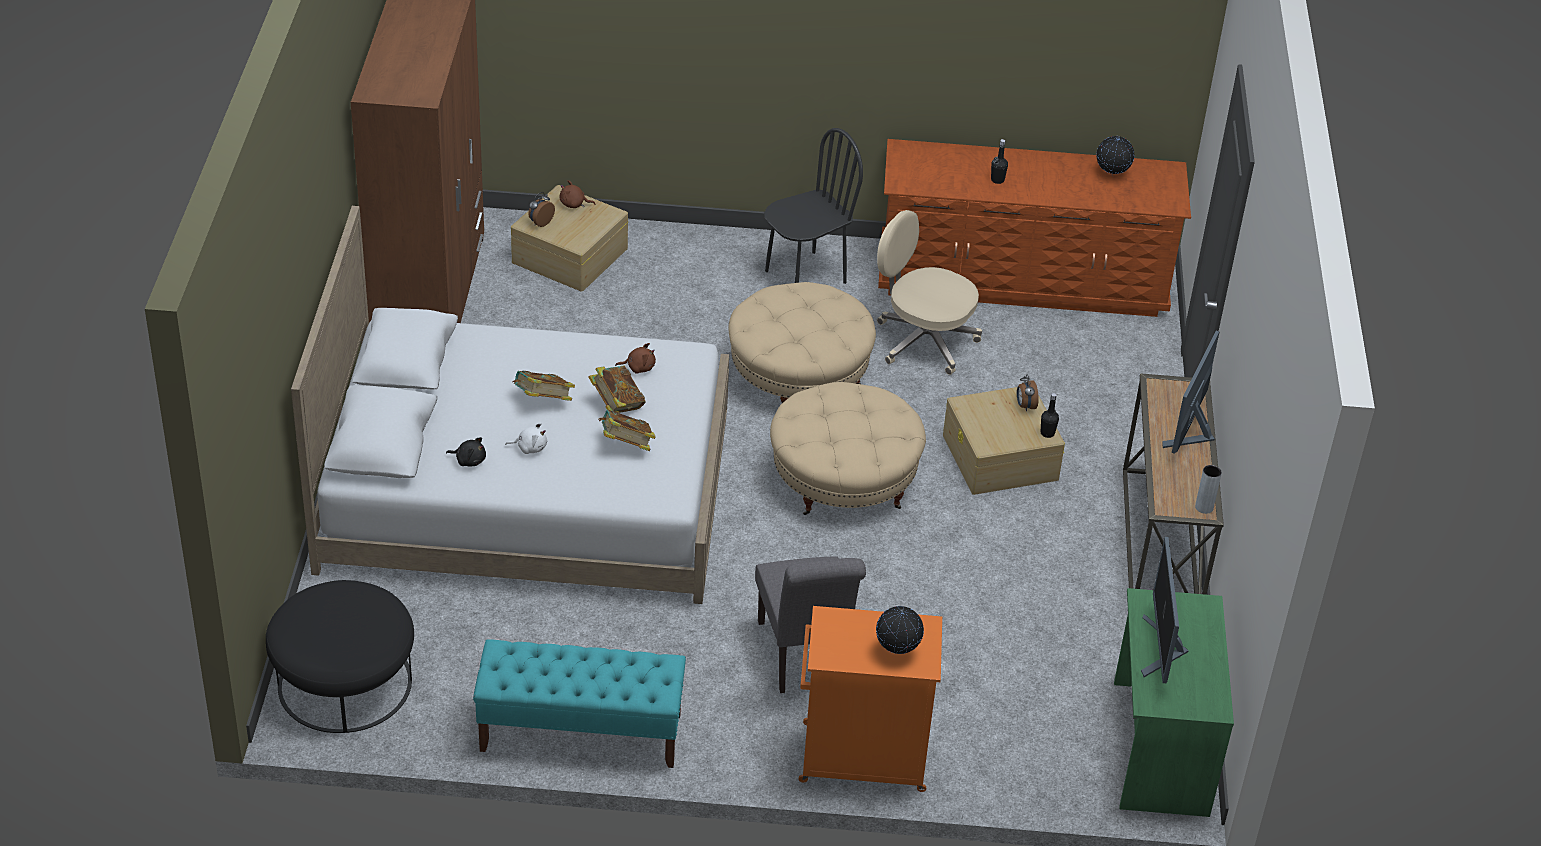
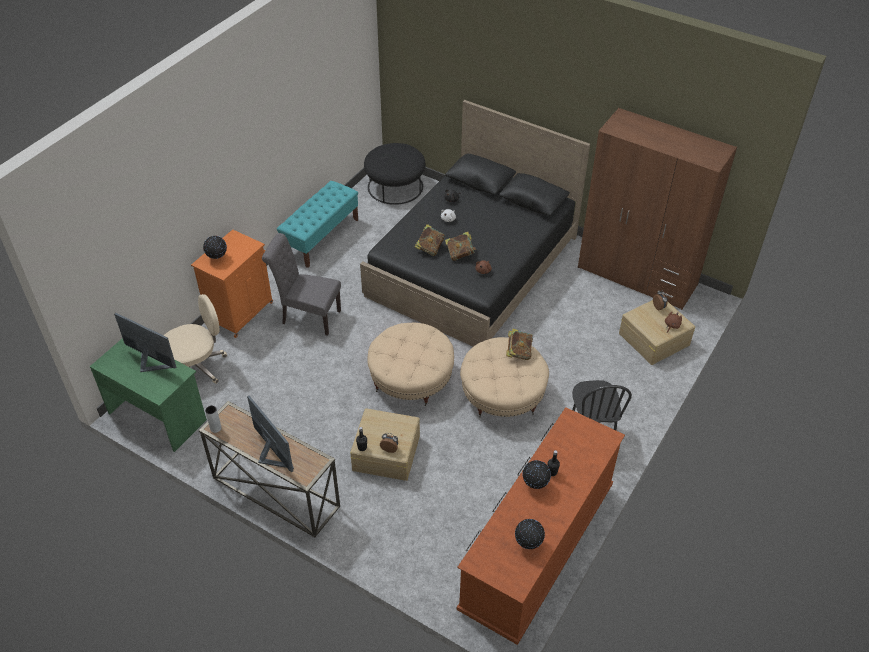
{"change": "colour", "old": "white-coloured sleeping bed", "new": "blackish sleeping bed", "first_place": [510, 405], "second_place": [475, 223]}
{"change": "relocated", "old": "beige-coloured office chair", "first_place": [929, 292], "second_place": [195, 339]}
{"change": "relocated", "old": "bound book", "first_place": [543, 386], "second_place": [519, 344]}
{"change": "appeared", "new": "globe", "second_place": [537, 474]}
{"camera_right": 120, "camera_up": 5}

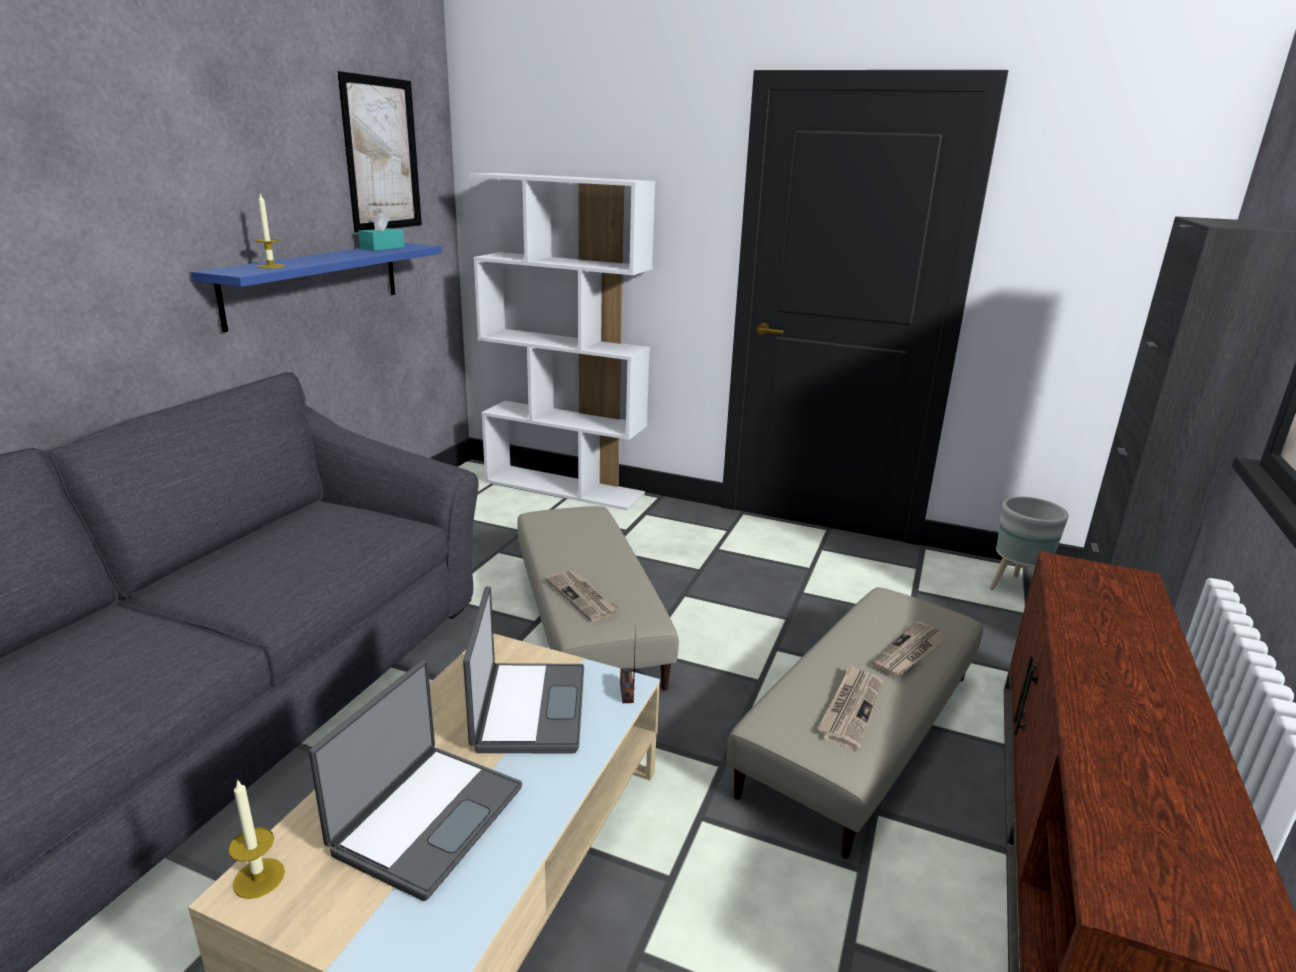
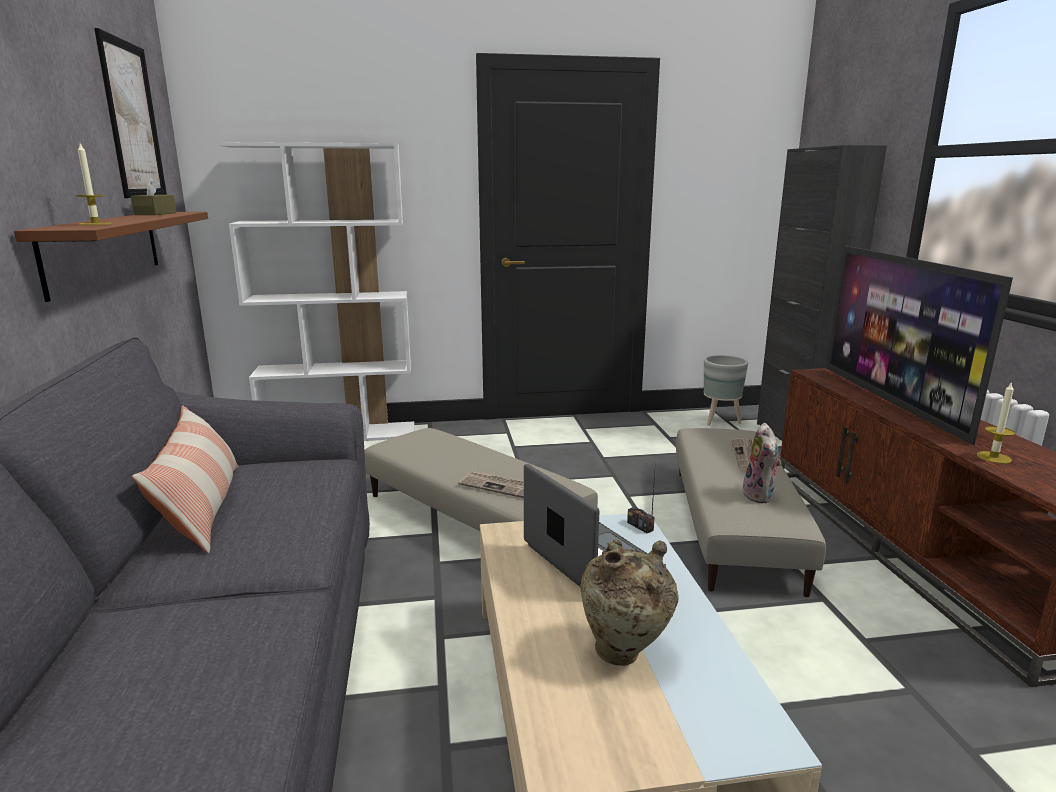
{"change": "colour", "old": "turquoise-coloured tissue holder", "new": "brownish tissue holder", "first_place": [381, 232], "second_place": [154, 196]}
{"change": "colour", "old": "blue-coloured wall shelf", "new": "brownish wall shelf", "first_place": [316, 287], "second_place": [111, 257]}
{"change": "exchanged", "old": "laptop", "new": "beige-coloured decorative vase", "first_place": [415, 780], "second_place": [629, 602]}
{"change": "exchanged", "old": "daily paper", "new": "cuddly toy", "first_place": [850, 707], "second_place": [762, 463]}
{"change": "relocated", "old": "wax candle", "first_place": [256, 839], "second_place": [996, 422]}
{"change": "appeared", "new": "TV set", "second_place": [919, 345]}
{"change": "appeared", "new": "cushion", "second_place": [185, 480]}
{"camera_right": -30, "camera_up": -5}

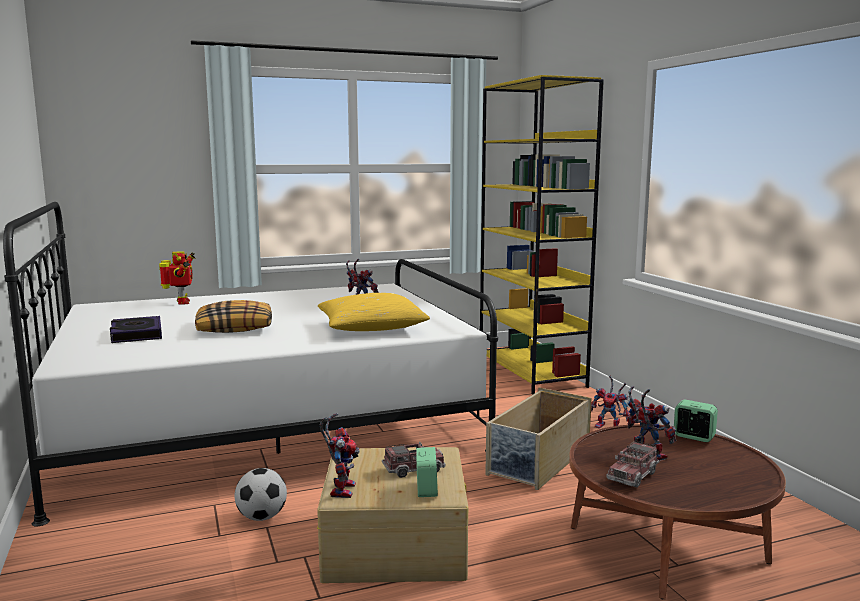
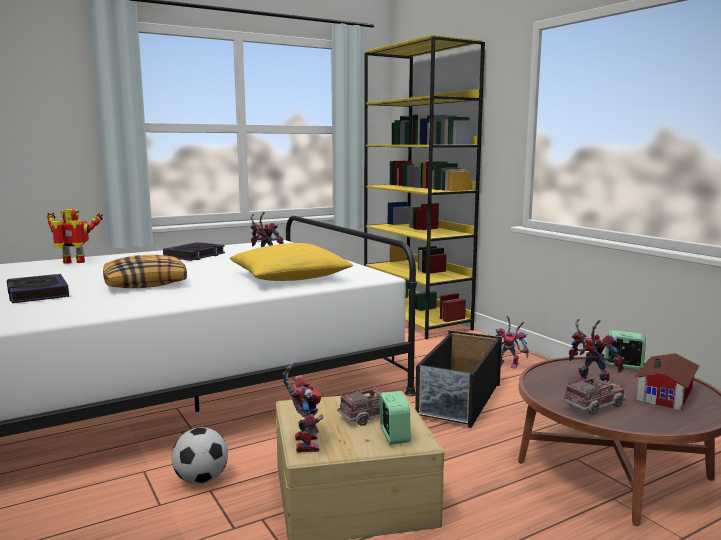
{"change": "spun", "old": "toy robot", "first_place": [177, 278], "second_place": [75, 236], "degrees": -75}
{"change": "colour", "old": "beige-coloured storage container", "new": "blackish storage container", "first_place": [538, 438], "second_place": [458, 379]}
{"change": "spun", "old": "model truck", "first_place": [632, 464], "second_place": [594, 395], "degrees": -150}
{"change": "appeared", "new": "bound book", "second_place": [194, 251]}
{"change": "appeared", "new": "model house", "second_place": [667, 381]}
{"camera_right": -10, "camera_up": 0}

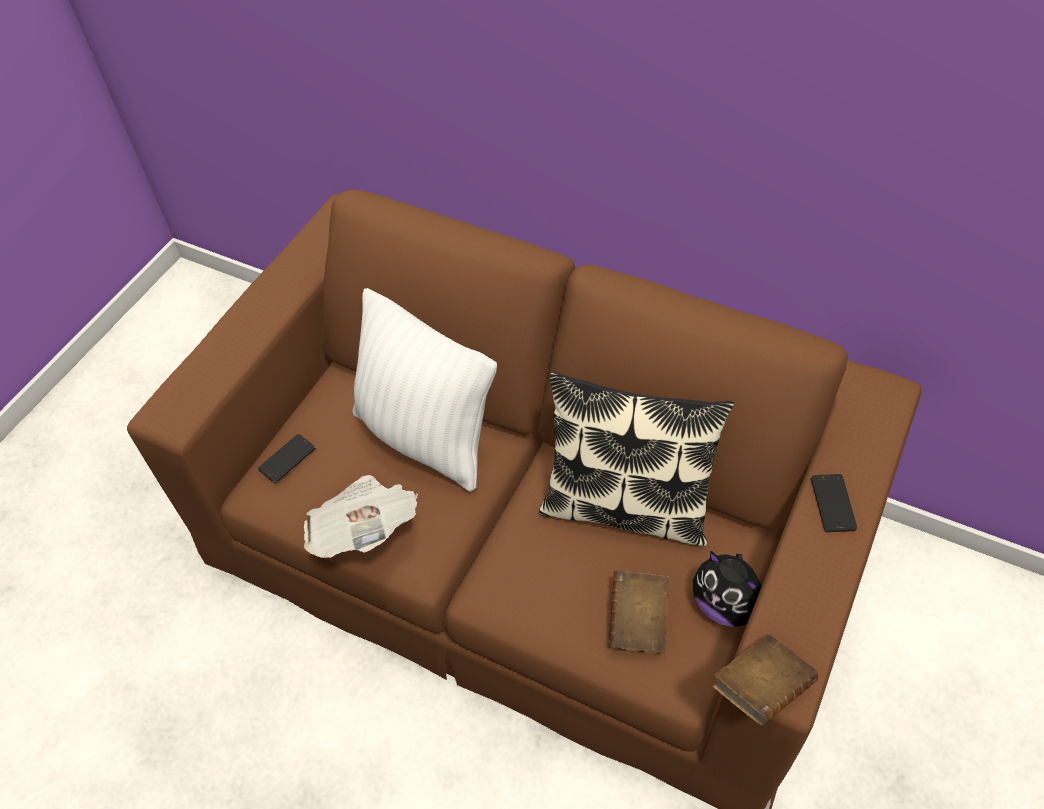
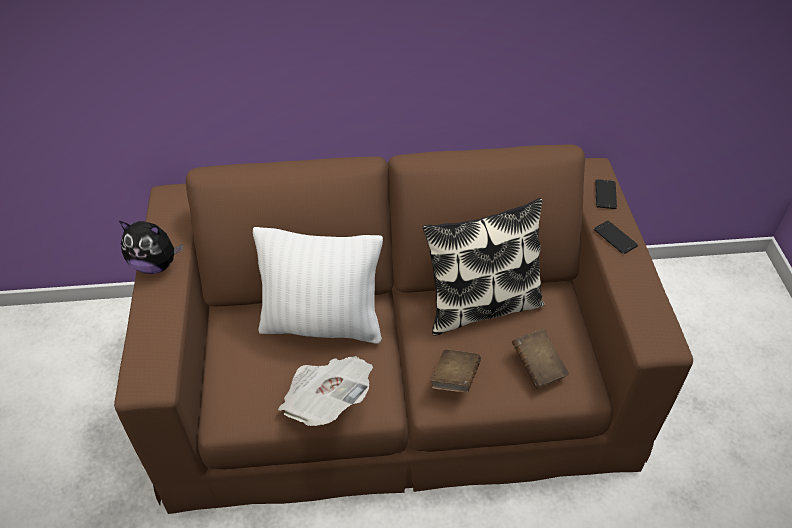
{"change": "relocated", "old": "handset", "first_place": [286, 458], "second_place": [606, 194]}
{"change": "relocated", "old": "cuddly toy", "first_place": [727, 589], "second_place": [151, 247]}
{"change": "relocated", "old": "brownish bound book", "first_place": [765, 680], "second_place": [455, 370]}
{"camera_right": -35, "camera_up": -5}

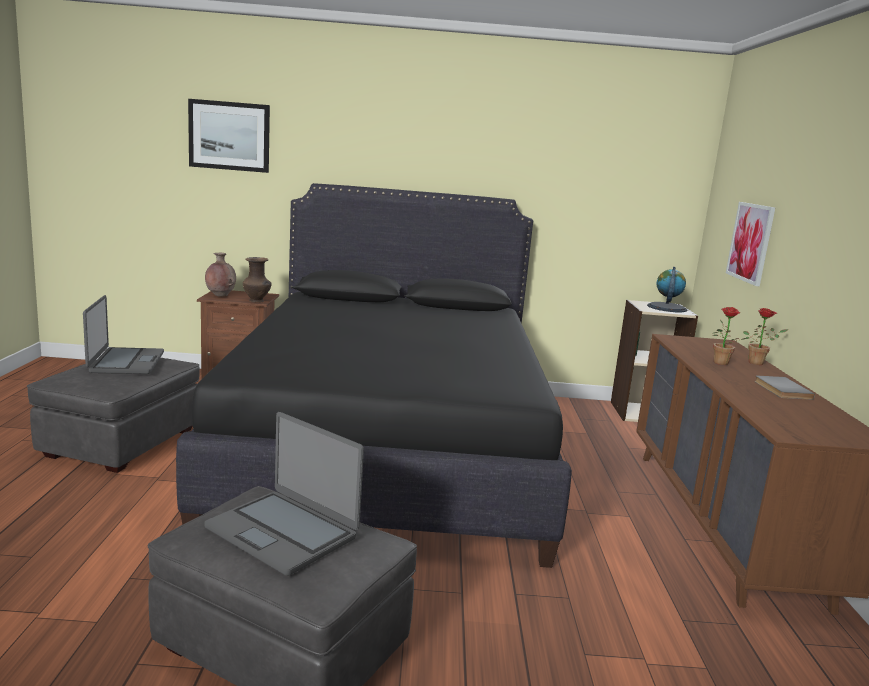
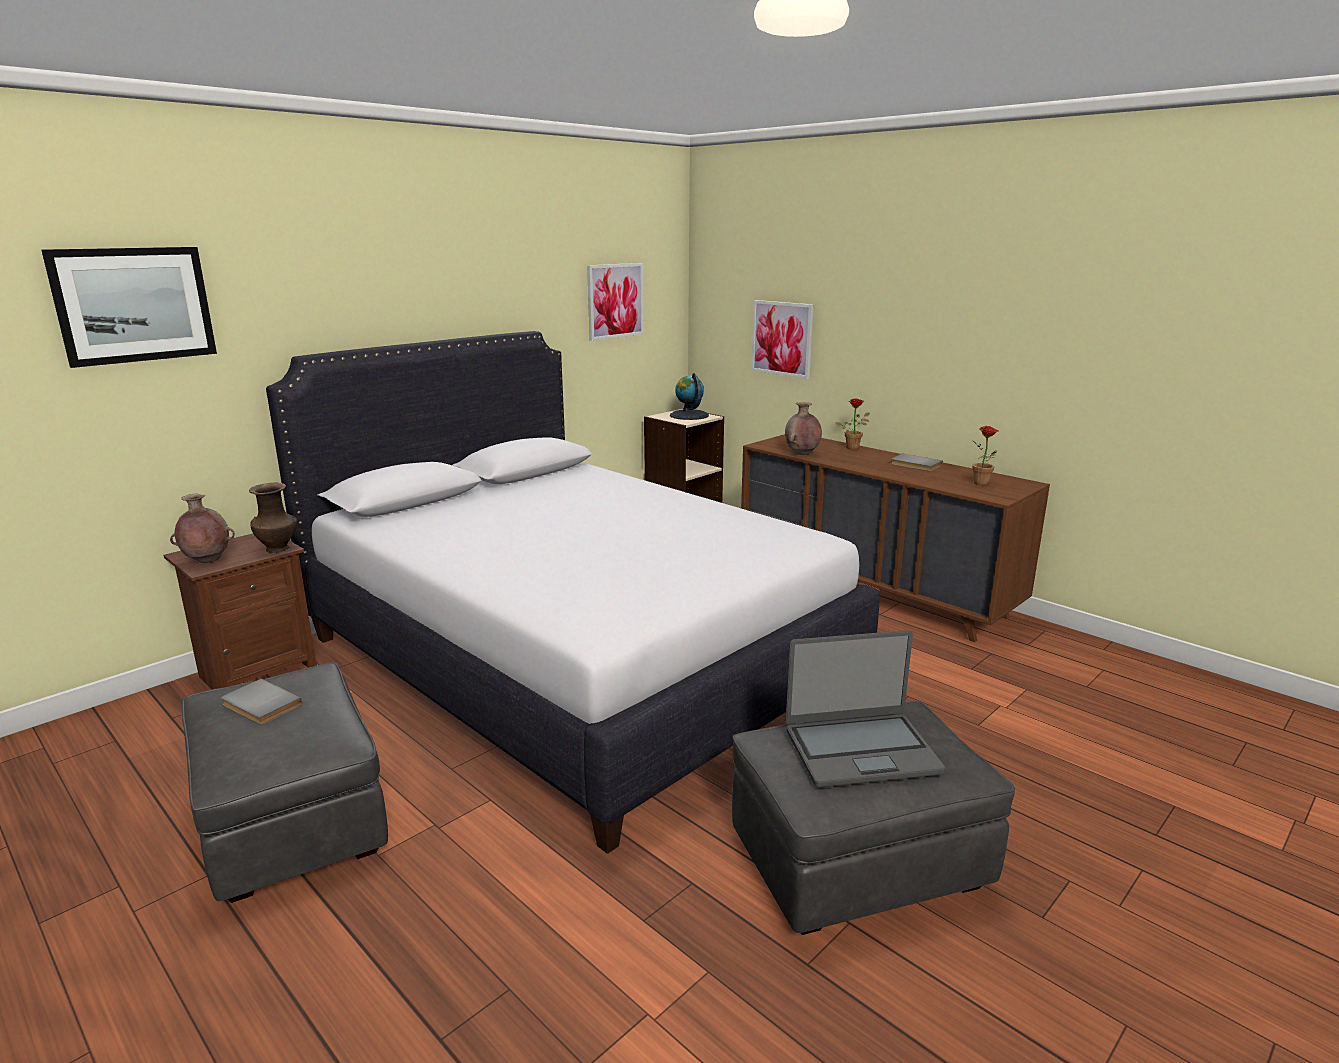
{"change": "colour", "old": "blackish sleeping bed", "new": "white-coloured sleeping bed", "first_place": [374, 375], "second_place": [572, 592]}
{"change": "exchanged", "old": "laptop", "new": "gray bound book", "first_place": [123, 334], "second_place": [261, 702]}
{"change": "relocated", "old": "plant in a pot", "first_place": [730, 336], "second_place": [986, 455]}
{"change": "appeared", "new": "picture", "second_place": [615, 302]}
{"change": "appeared", "new": "brownish decorative vase", "second_place": [803, 428]}
{"camera_right": -45, "camera_up": 5}

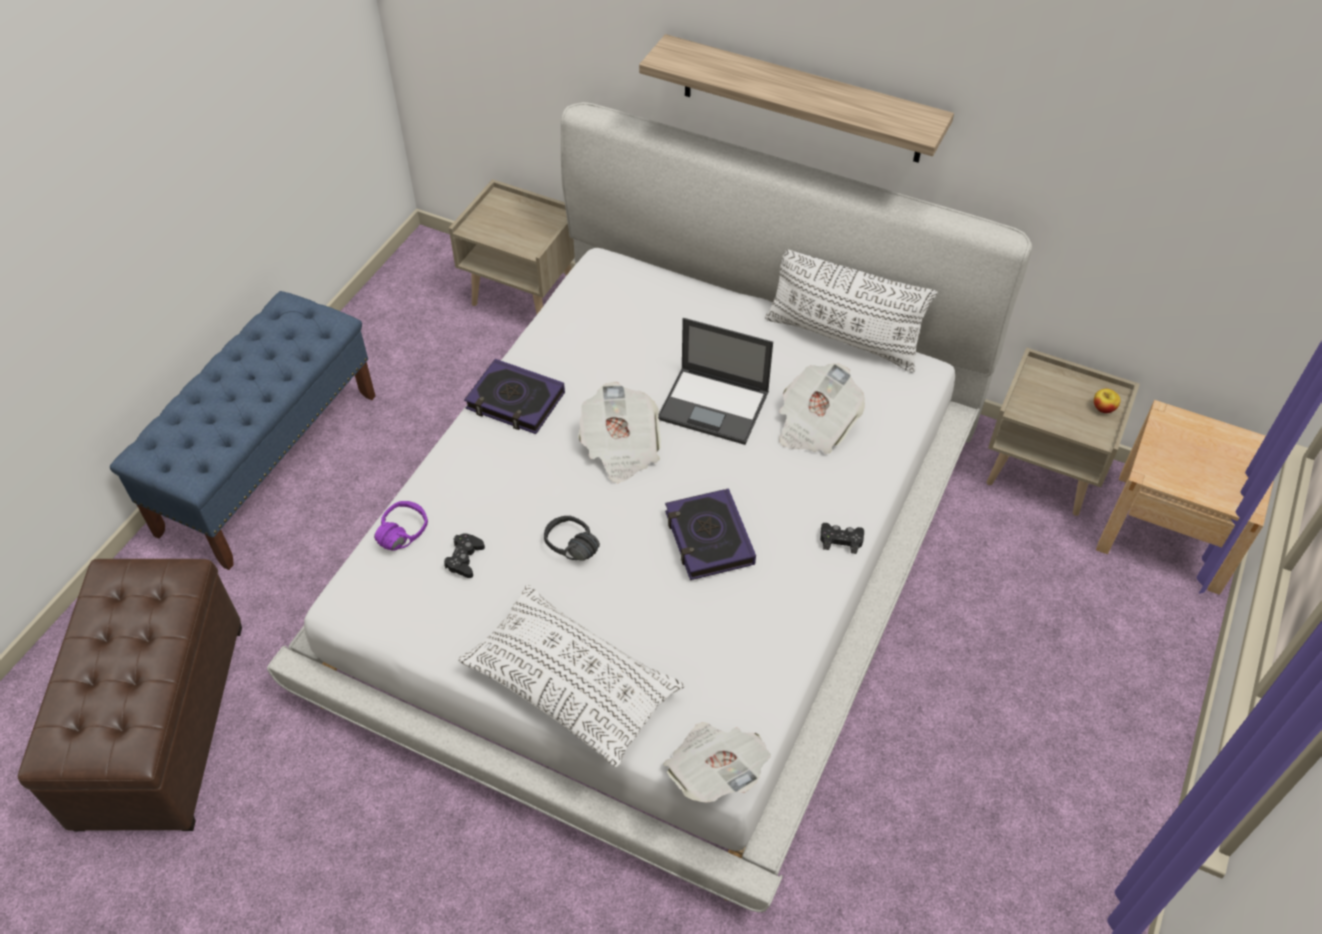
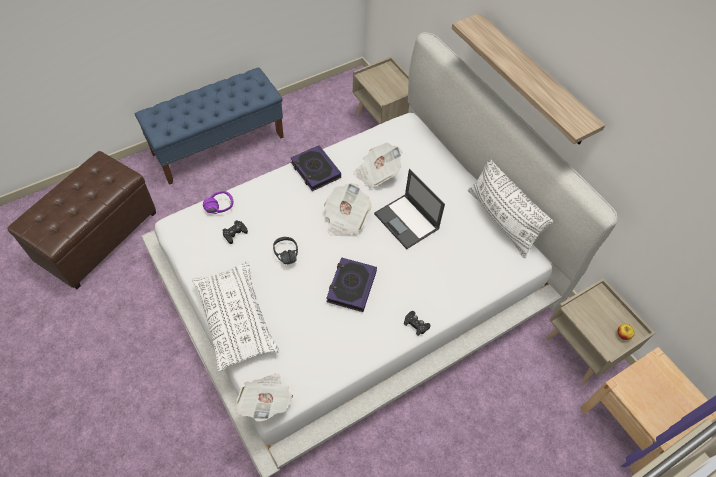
{"change": "relocated", "old": "daily paper", "first_place": [822, 408], "second_place": [378, 165]}
{"camera_right": 30, "camera_up": 5}

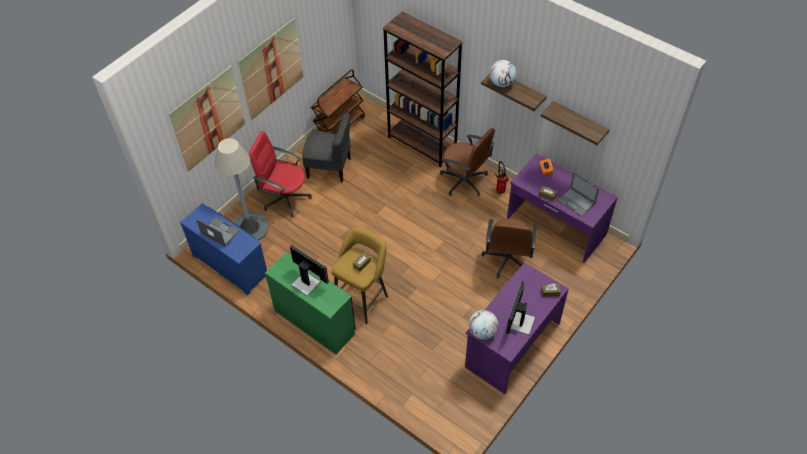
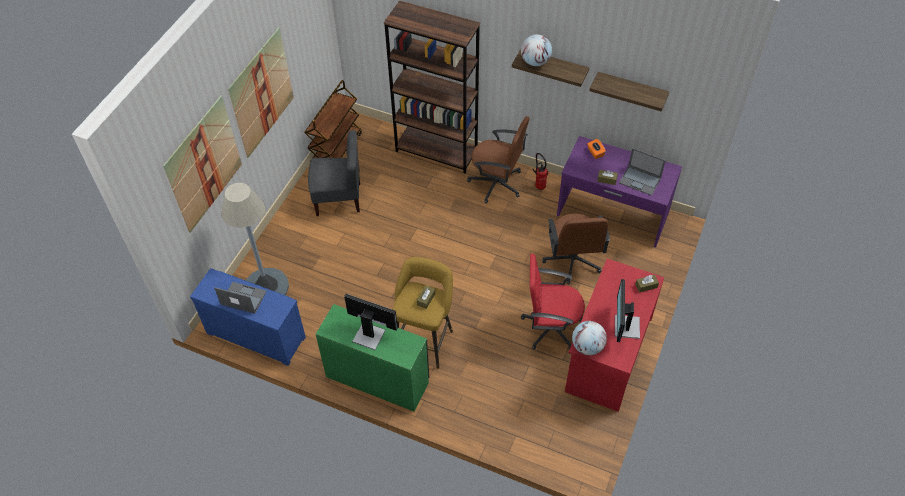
{"change": "relocated", "old": "reddish office chair", "first_place": [280, 174], "second_place": [553, 302]}
{"change": "colour", "old": "purple desk", "new": "reddish desk", "first_place": [517, 328], "second_place": [614, 335]}
{"camera_right": -15, "camera_up": 0}

